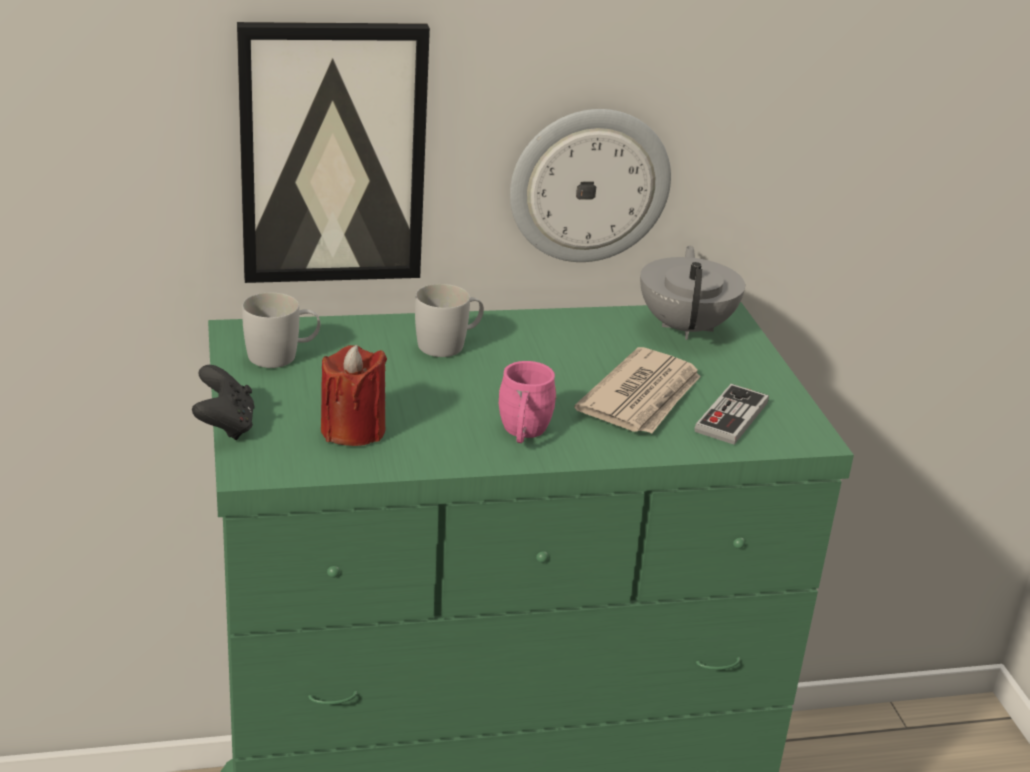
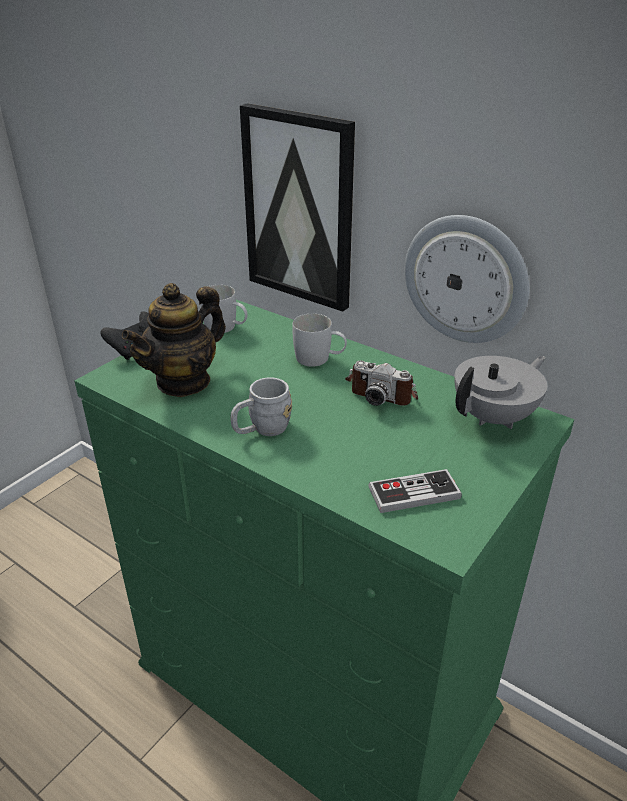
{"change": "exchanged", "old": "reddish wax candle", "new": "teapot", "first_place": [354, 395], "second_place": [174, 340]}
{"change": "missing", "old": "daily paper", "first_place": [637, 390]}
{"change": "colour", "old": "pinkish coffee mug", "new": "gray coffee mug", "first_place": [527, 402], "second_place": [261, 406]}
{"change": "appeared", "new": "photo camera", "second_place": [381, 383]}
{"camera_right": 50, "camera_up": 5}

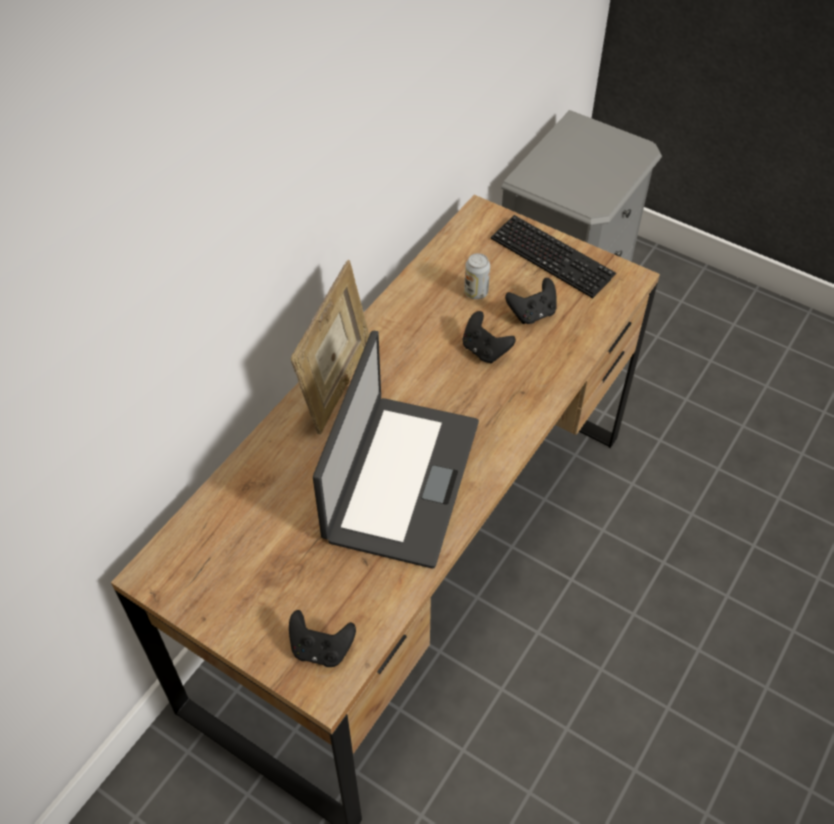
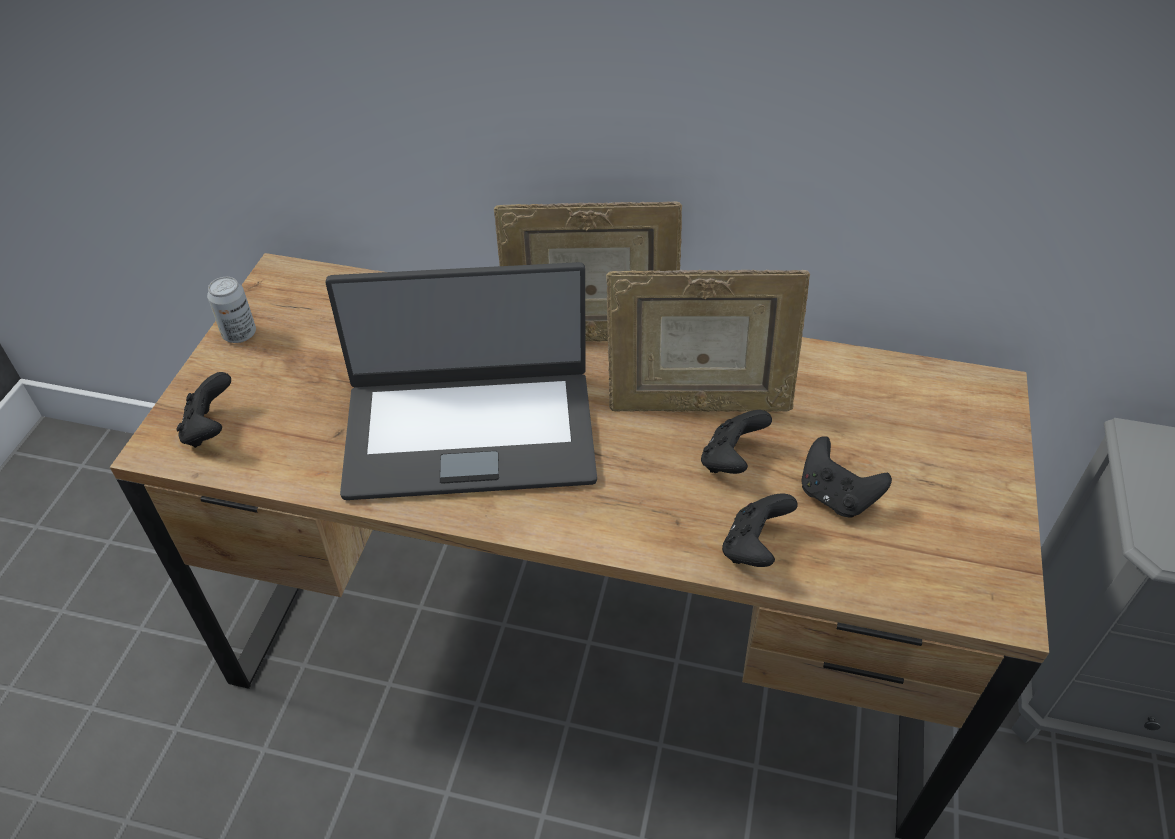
{"change": "missing", "old": "PC keyboard", "first_place": [553, 256]}
{"change": "relocated", "old": "metal can", "first_place": [477, 276], "second_place": [231, 310]}
{"change": "appeared", "new": "picture frame", "second_place": [708, 341]}
{"change": "appeared", "new": "blackish gamepad", "second_place": [760, 530]}
{"camera_right": 70, "camera_up": -5}

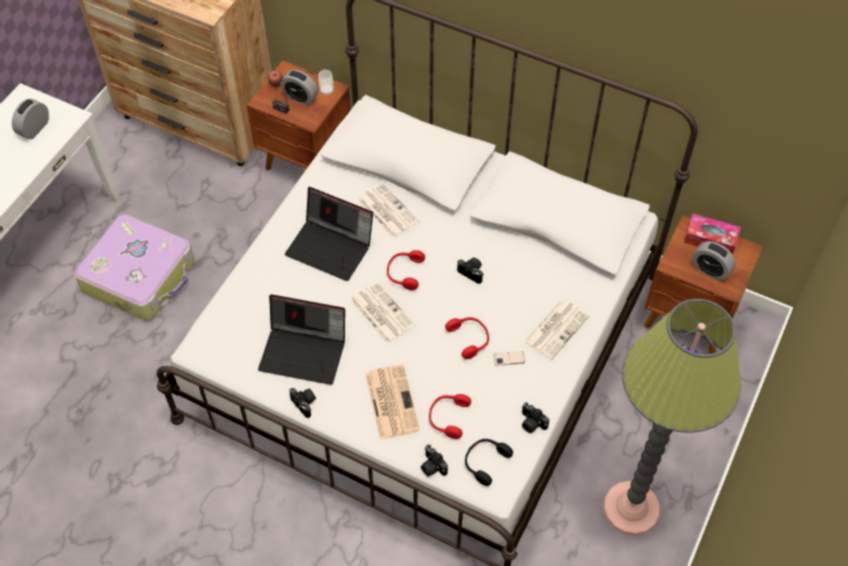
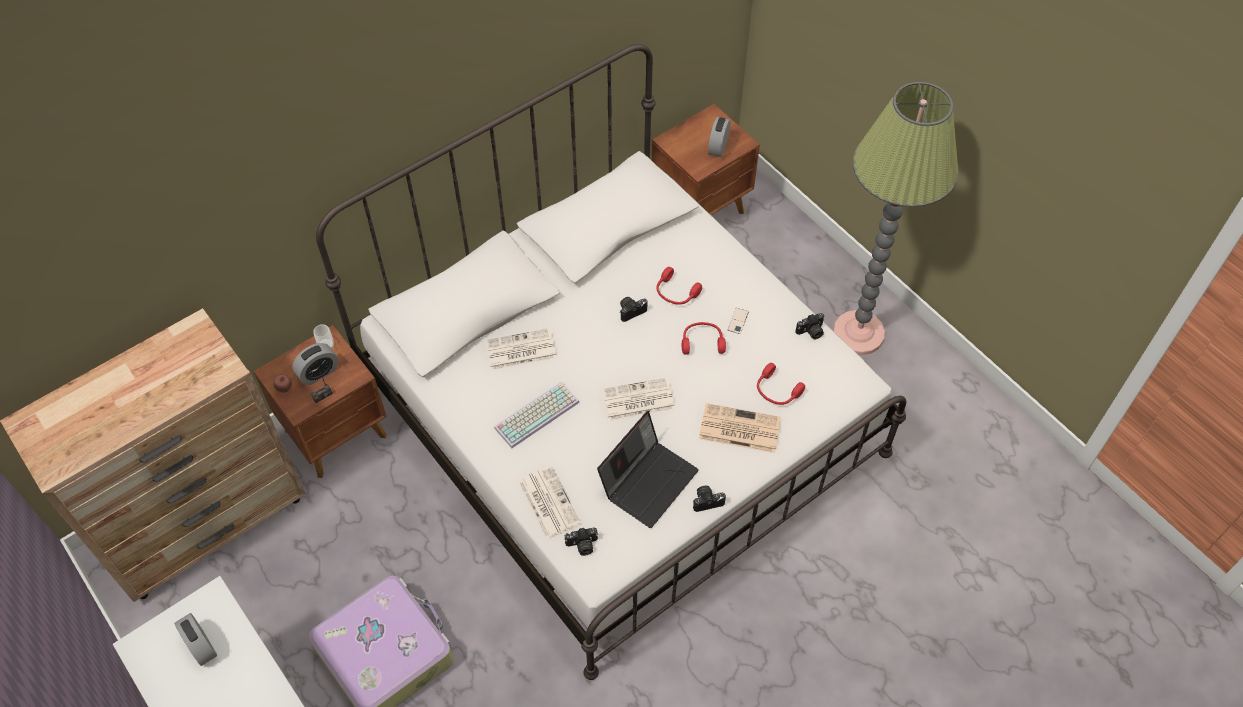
{"change": "exchanged", "old": "laptop", "new": "PC keyboard", "first_place": [329, 234], "second_place": [537, 415]}
{"change": "missing", "old": "tissue holder", "first_place": [712, 234]}
{"change": "spun", "old": "alarm clock", "first_place": [714, 261], "second_place": [719, 137], "degrees": 135}
{"change": "relocated", "old": "reddish headset", "first_place": [406, 270], "second_place": [679, 286]}
{"change": "relocated", "old": "daily paper", "first_place": [556, 329], "second_place": [549, 502]}
{"change": "missing", "old": "blackish headset", "first_place": [489, 462]}
{"change": "relocated", "old": "photo camera", "first_place": [434, 460], "second_place": [581, 542]}
{"camera_right": -65, "camera_up": 0}

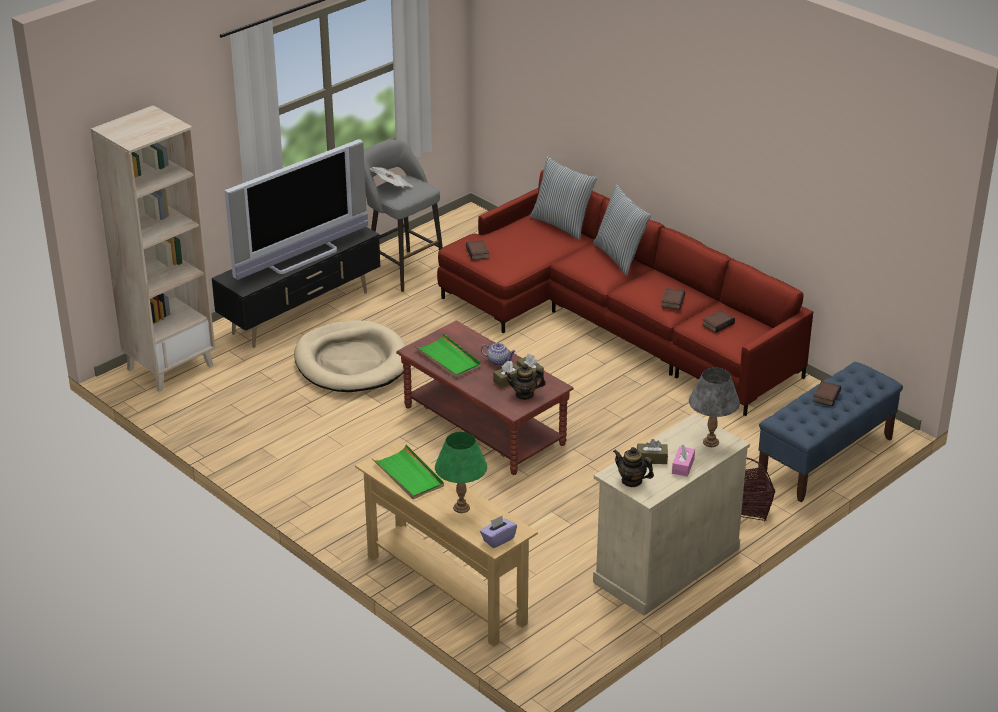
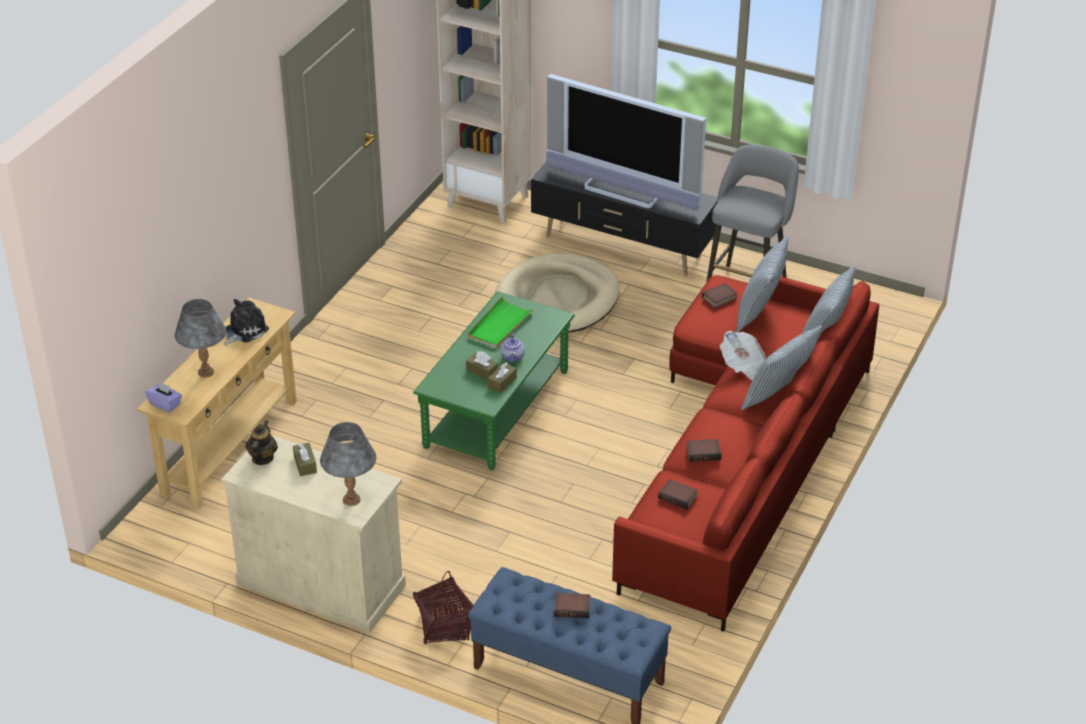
{"change": "relocated", "old": "daily paper", "first_place": [391, 177], "second_place": [743, 355]}
{"change": "colour", "old": "brownish lounge table", "new": "greenish lounge table", "first_place": [485, 398], "second_place": [494, 381]}
{"change": "missing", "old": "teapot", "first_place": [525, 382]}
{"change": "colour", "old": "greenish table lamp", "new": "gray table lamp", "first_place": [461, 472], "second_place": [200, 338]}
{"change": "exchanged", "old": "greenish serving tray", "new": "cuddly toy", "first_place": [408, 471], "second_place": [246, 322]}
{"change": "missing", "old": "pinkish tissue holder", "first_place": [683, 461]}
{"change": "appeared", "new": "cushion", "second_place": [762, 284]}
{"camera_right": 70, "camera_up": 5}

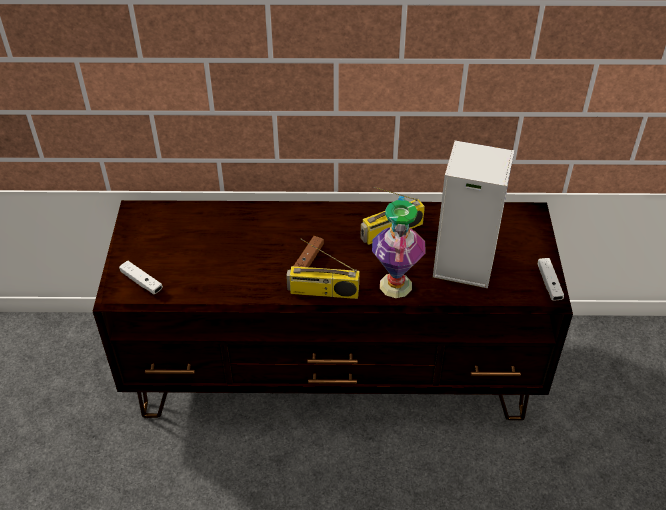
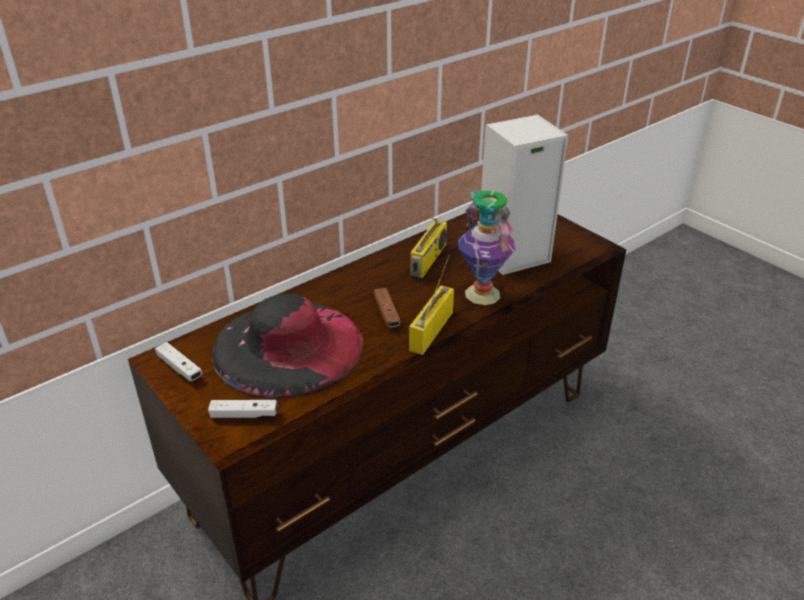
{"change": "spun", "old": "radio", "first_place": [323, 269], "second_place": [431, 305], "degrees": 150}
{"change": "relocated", "old": "white-coloured gamepad", "first_place": [550, 279], "second_place": [178, 361]}
{"change": "appeared", "new": "blackish clothing hat", "second_place": [287, 346]}
{"camera_right": -40, "camera_up": -10}

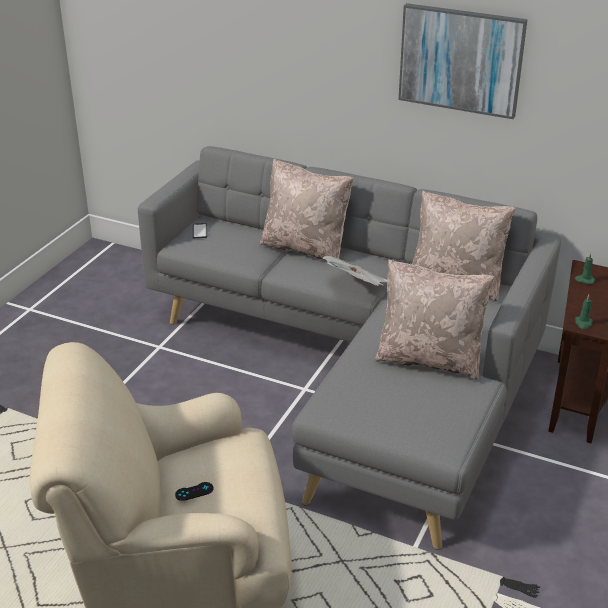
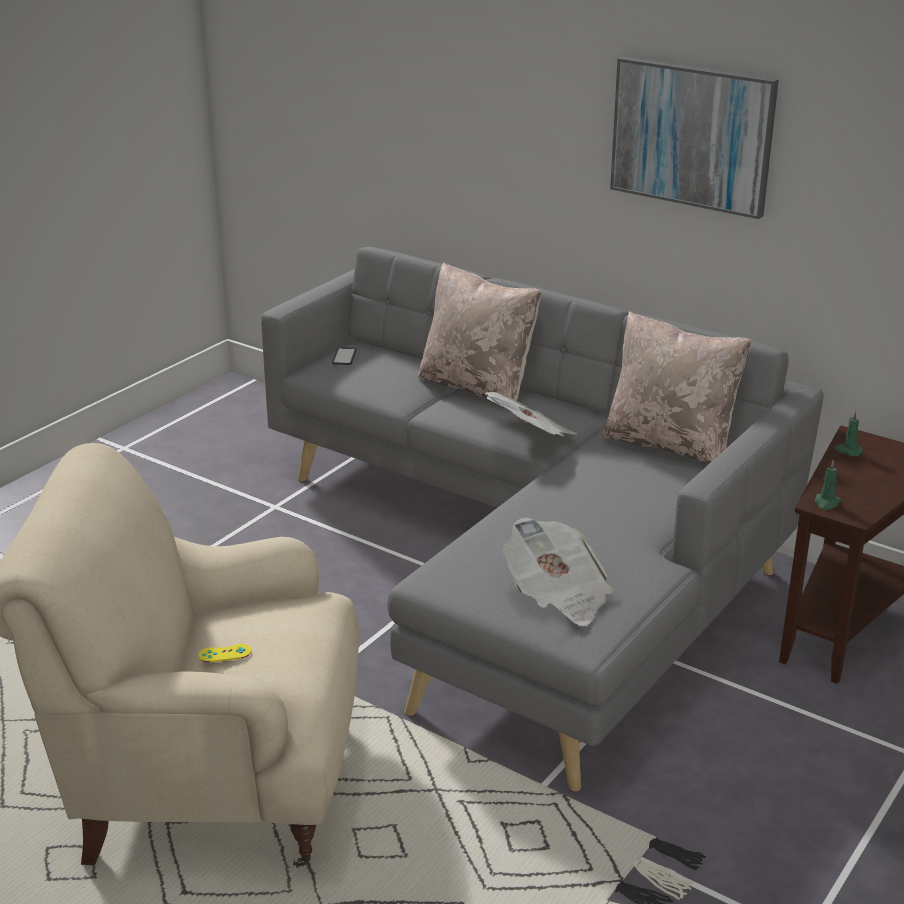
{"change": "missing", "old": "beige-coloured cushion", "first_place": [434, 319]}
{"change": "colour", "old": "blackish gamepad", "new": "yellowish gamepad", "first_place": [194, 491], "second_place": [224, 653]}
{"change": "appeared", "new": "daily paper", "second_place": [558, 571]}
{"camera_right": 10, "camera_up": -5}

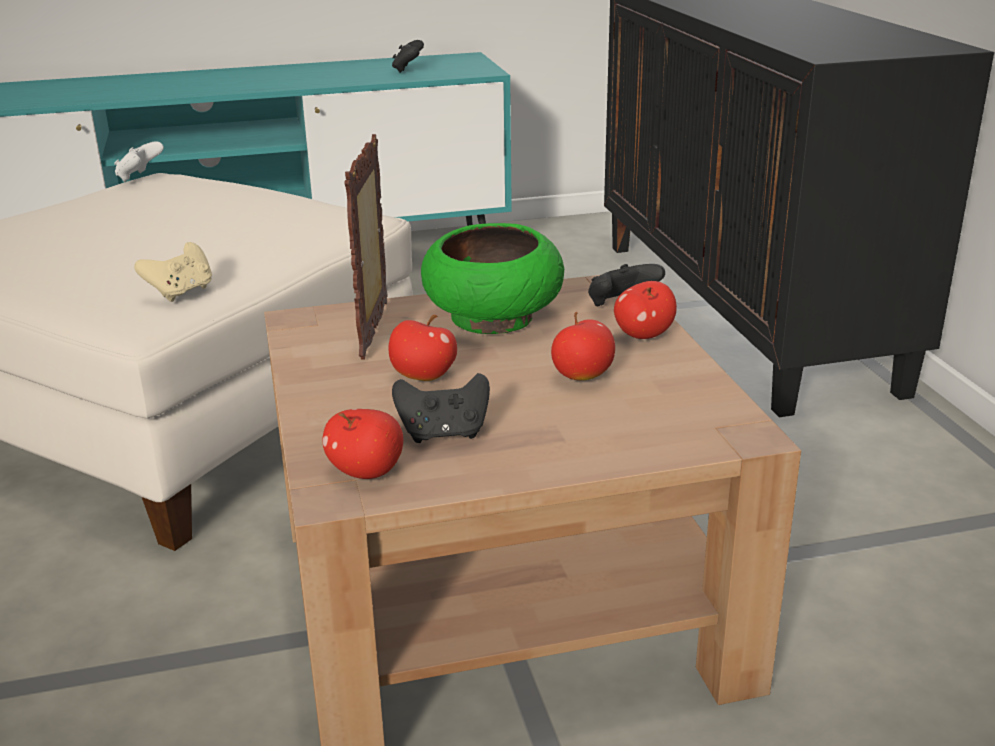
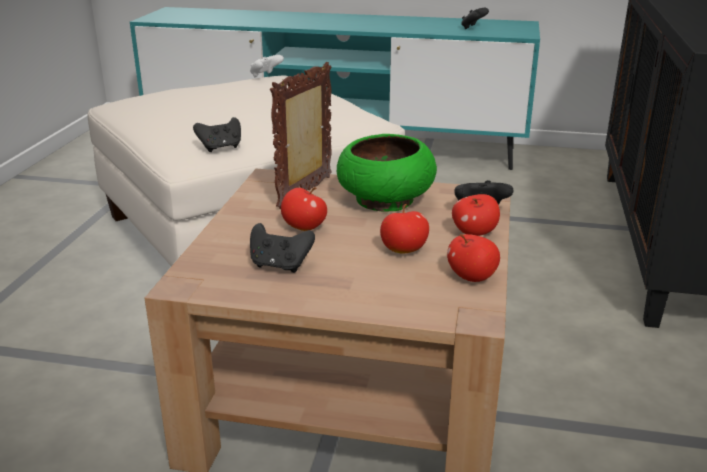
{"change": "colour", "old": "beige-coloured gamepad", "new": "blackish gamepad", "first_place": [173, 272], "second_place": [217, 134]}
{"change": "relocated", "old": "whole apple", "first_place": [363, 444], "second_place": [473, 258]}
{"camera_right": 25, "camera_up": 0}

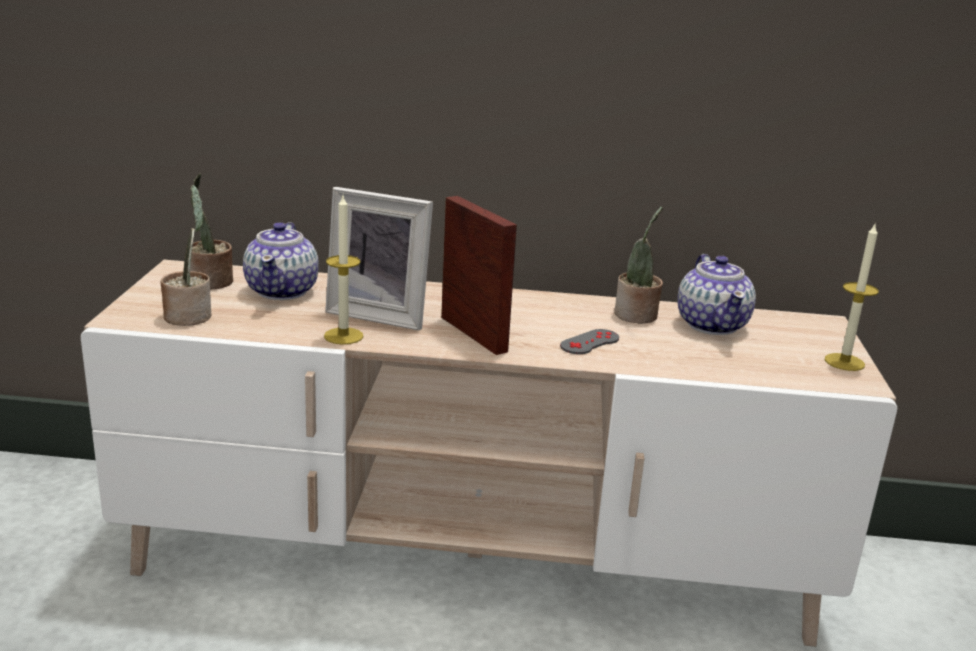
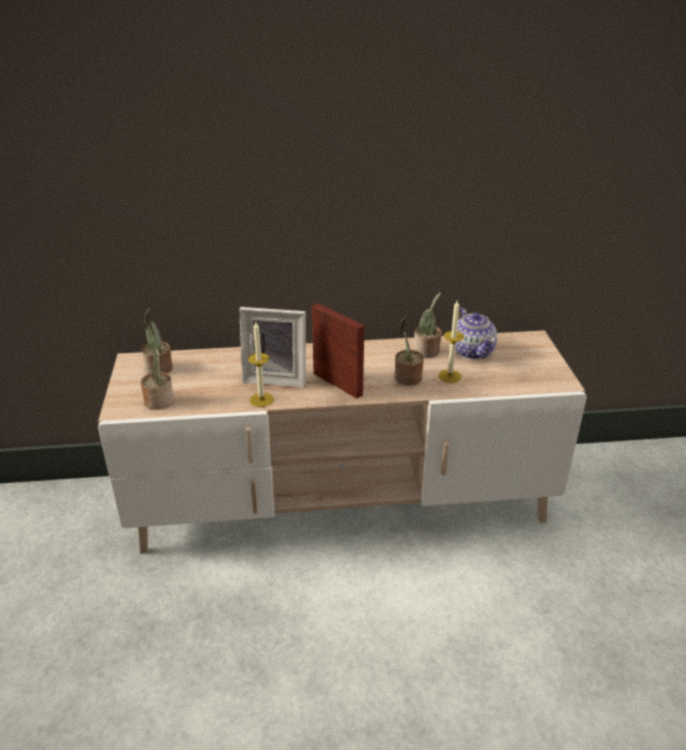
{"change": "missing", "old": "teapot", "first_place": [281, 261]}
{"change": "relocated", "old": "wax candle", "first_place": [852, 296], "second_place": [451, 341]}
{"change": "exchanged", "old": "gray gamepad", "new": "plant in a pot", "first_place": [589, 341], "second_place": [409, 351]}
{"camera_right": -10, "camera_up": 10}

